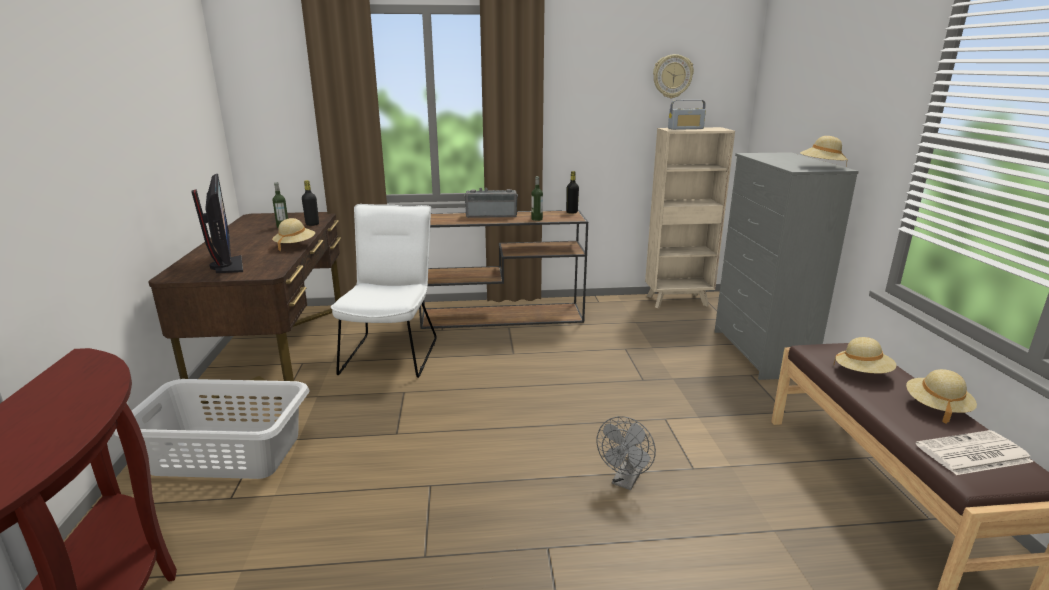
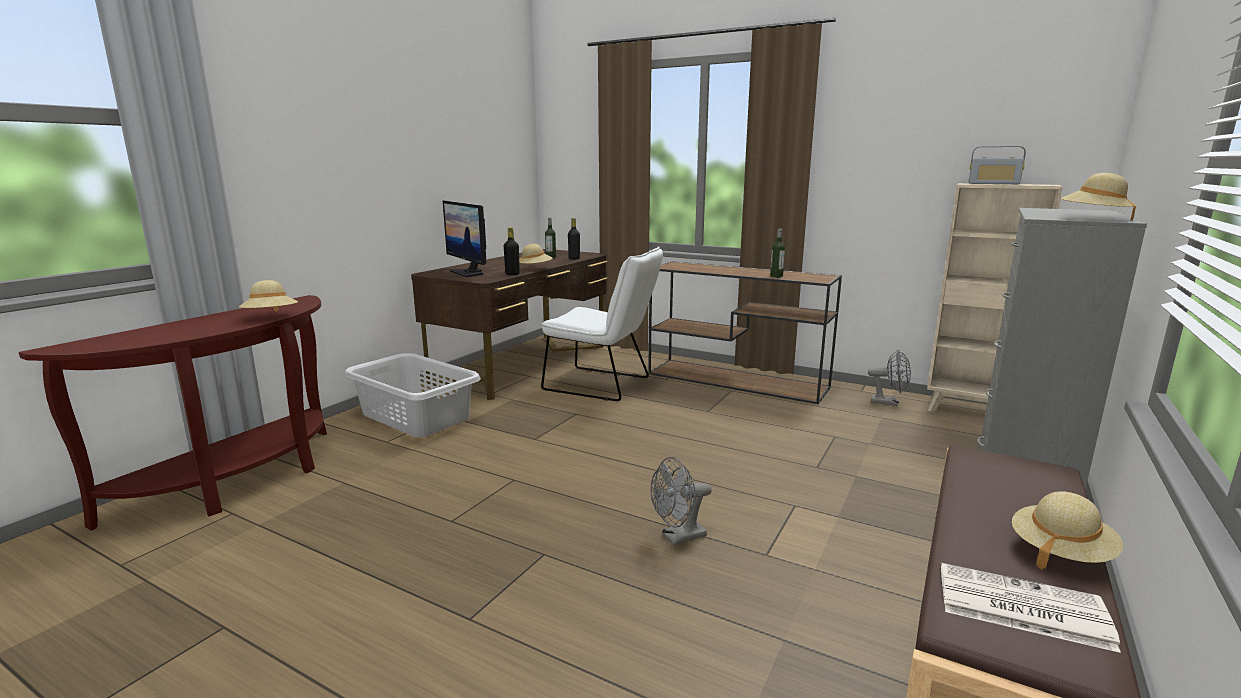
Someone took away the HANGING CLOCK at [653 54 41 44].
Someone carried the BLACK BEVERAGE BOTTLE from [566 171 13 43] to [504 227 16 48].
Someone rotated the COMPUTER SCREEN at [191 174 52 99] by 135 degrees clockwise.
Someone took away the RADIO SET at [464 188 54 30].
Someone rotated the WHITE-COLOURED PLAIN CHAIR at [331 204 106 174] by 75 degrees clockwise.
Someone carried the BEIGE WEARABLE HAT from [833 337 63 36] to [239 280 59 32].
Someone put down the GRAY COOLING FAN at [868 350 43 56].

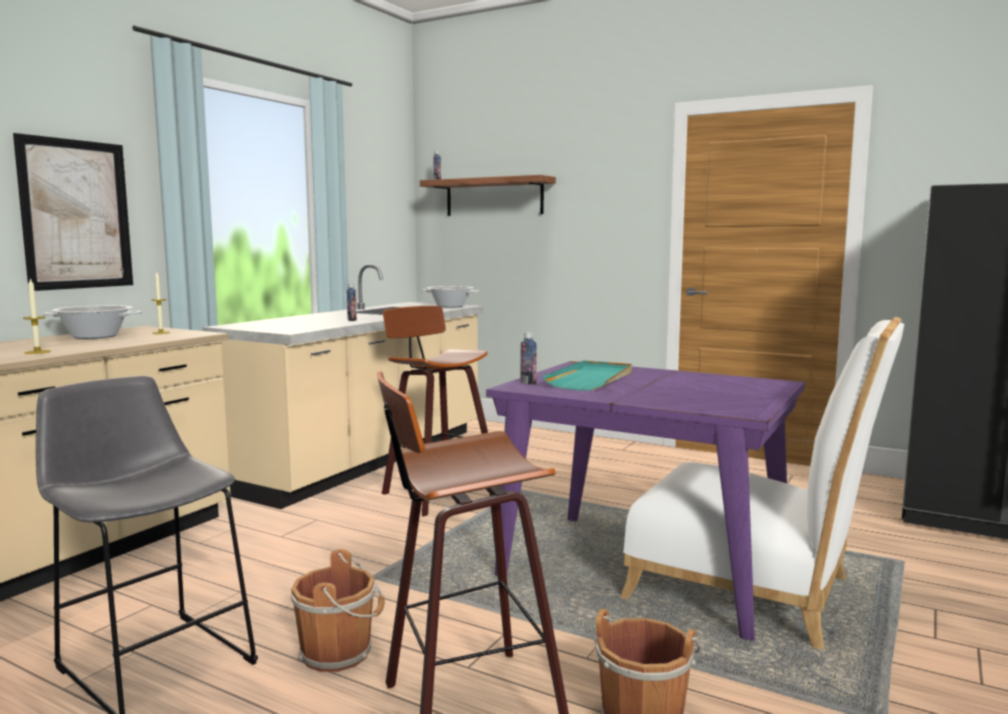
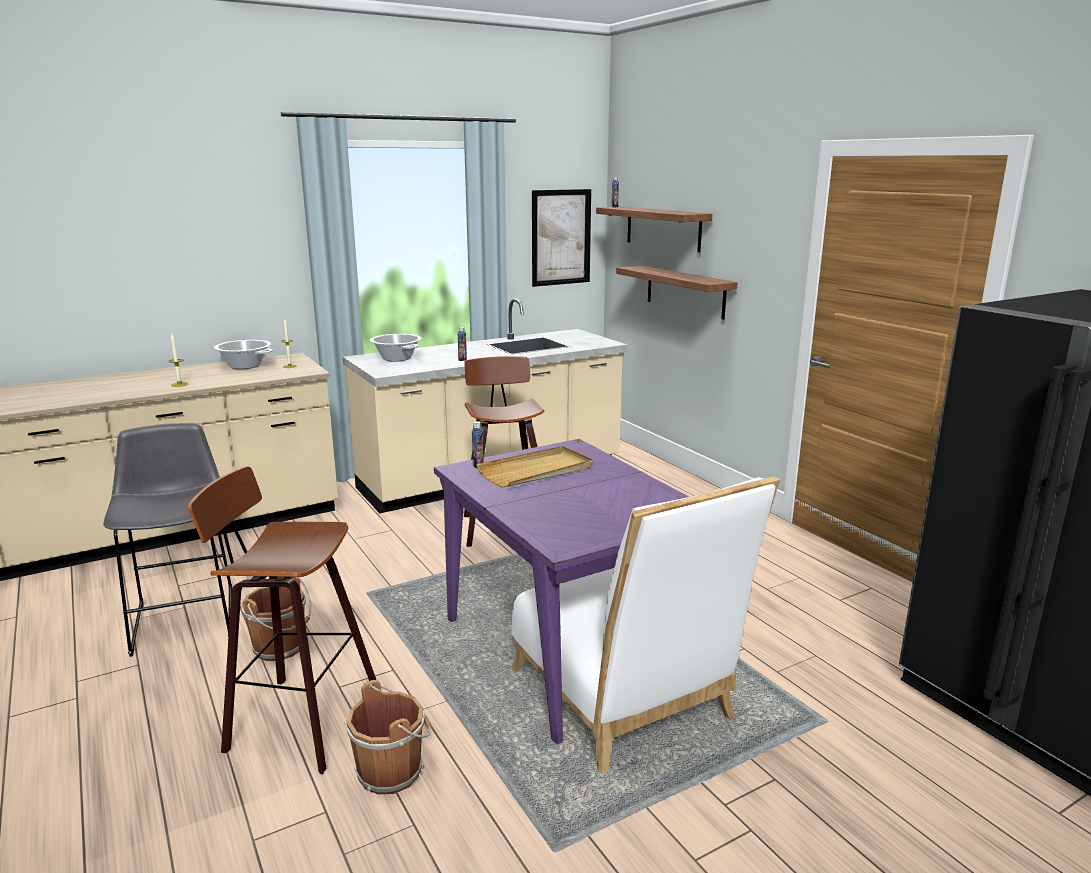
Someone carried the PICTURE from [13 133 120 158] to [532 189 59 98].
Someone carried the SAUCEPOT from [421 286 59 22] to [370 334 52 28].
Someone repainted the TURQUOISE CARRYING TRAY at [542 361 90 30], which became the BEIGE CARRYING TRAY at [476 446 117 42].
Someone put up the WALL SHELF at [616 265 121 55].

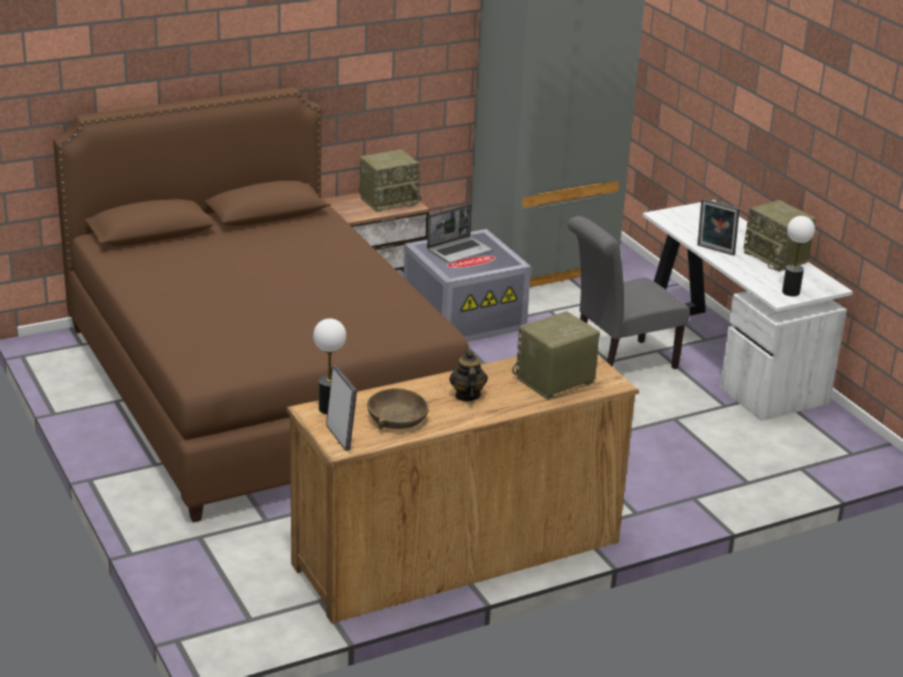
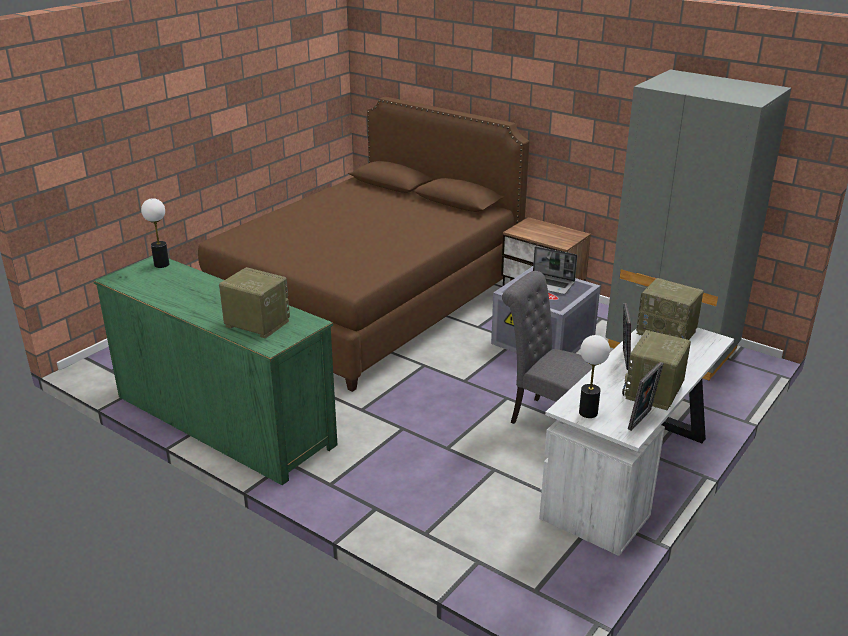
Someone carried the RADIO SET from [360 149 61 63] to [636 278 68 62].
Someone took away the TEA POT at [449 350 39 51].
Someone repainted the BROWNISH DRAWER CHEST at [287 355 352 268], which became the GREEN DRAWER CHEST at [93 256 244 229].
Someone carried the PICTURE FRAME from [326 365 31 86] to [628 362 36 69].
Someone took away the BROWNISH DEEP DISH at [367 388 62 41].

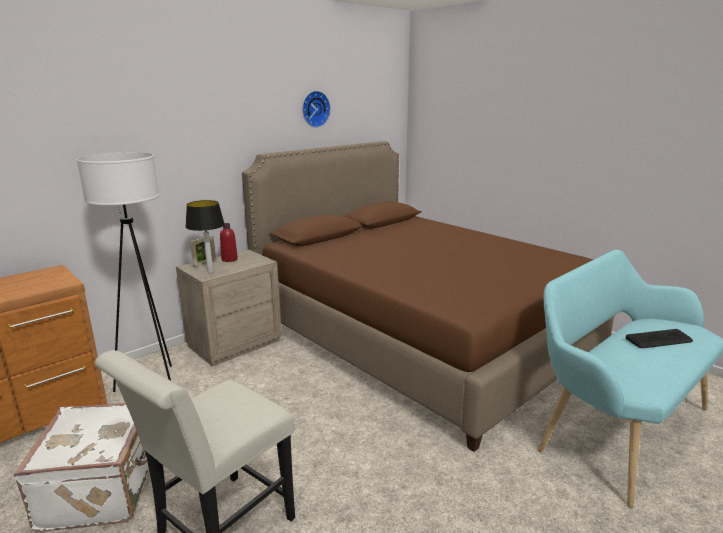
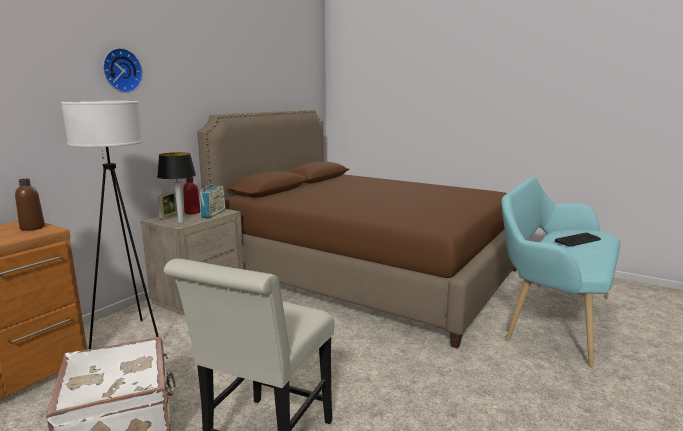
Someone carried the HANGING CLOCK from [302 91 29 37] to [103 48 40 45].
Someone put down the BROWNISH BEVERAGE BOTTLE at [15 179 30 52].
Someone put down the RADIO SET at [200 185 26 33].

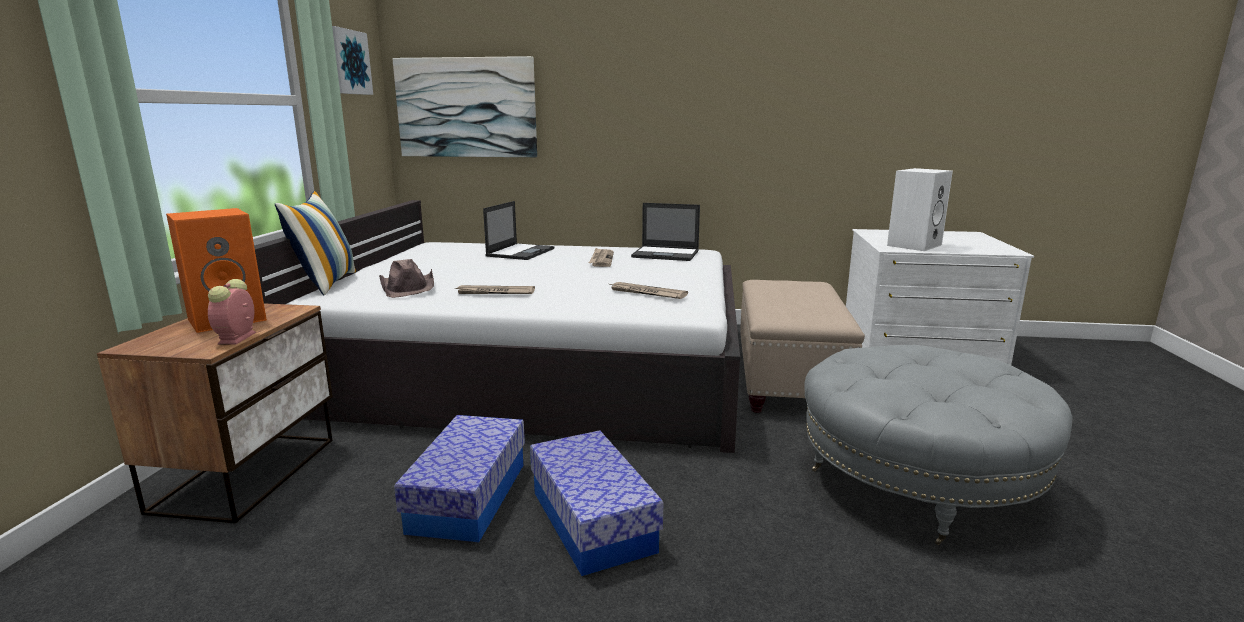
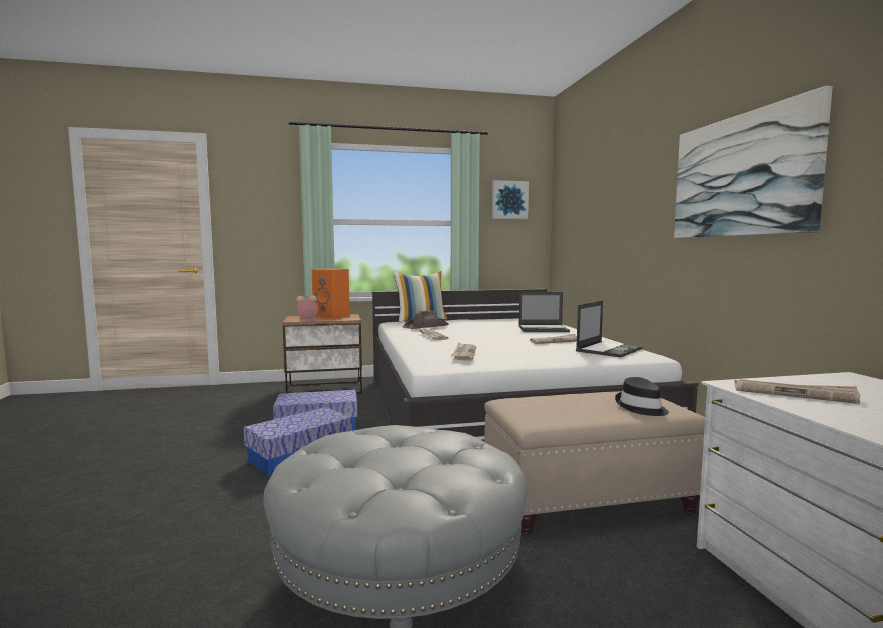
Someone carried the PICTURE from [392 56 145 101] to [674 86 159 152].
Someone swapped the WHITE-COLOURED SPEAKER at [887 168 66 83] for the DAILY PAPER at [735 379 126 25].
Someone rotated the PORTABLE COMPUTER at [631 203 69 58] by 135 degrees counterclockwise.
Someone put down the BLACK WEARABLE HAT at [615 377 54 39].

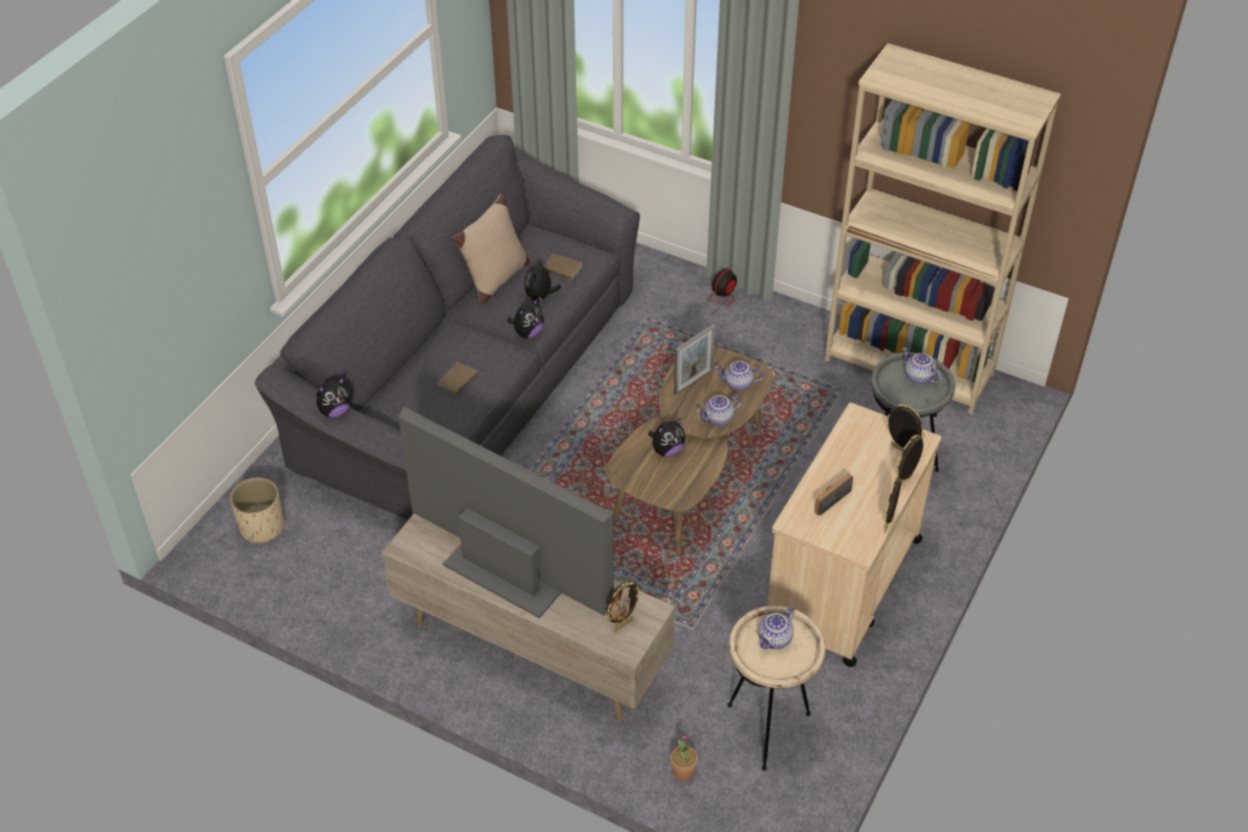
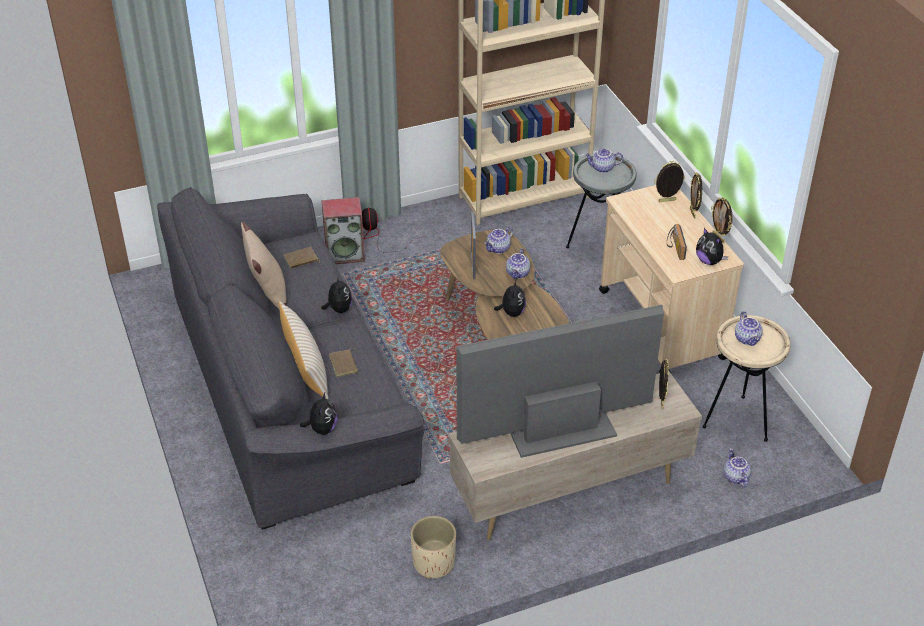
Someone carried the PLUSH TOY from [524 259 37 44] to [696 228 32 37].
Someone carried the BEIGE PLANT POT from [230 477 54 67] to [411 516 45 63].
Someone swapped the PLANT IN A POT at [670 733 27 48] for the TEA POT at [724 448 27 39].
Someone put down the SPEAKER at [321 197 44 67].
Someone put down the BEIGE THROW PILLOW at [279 301 50 99].

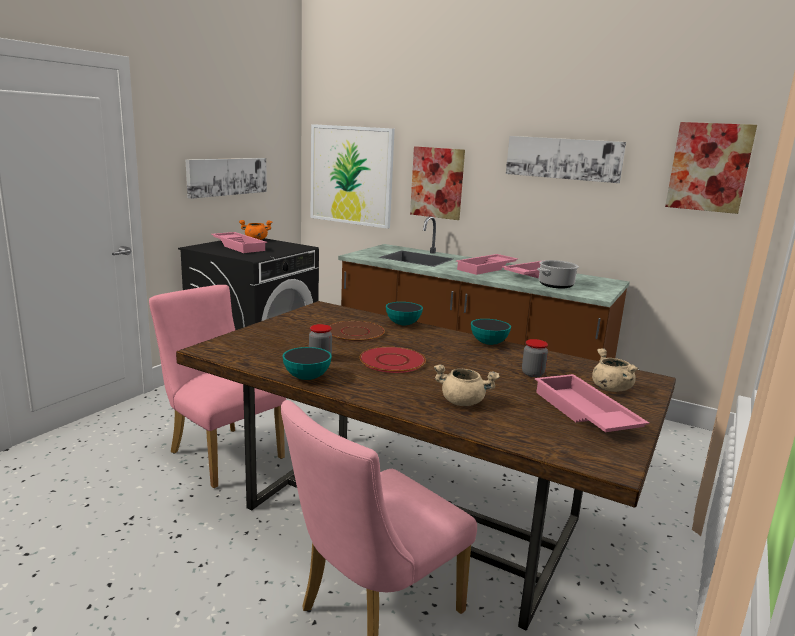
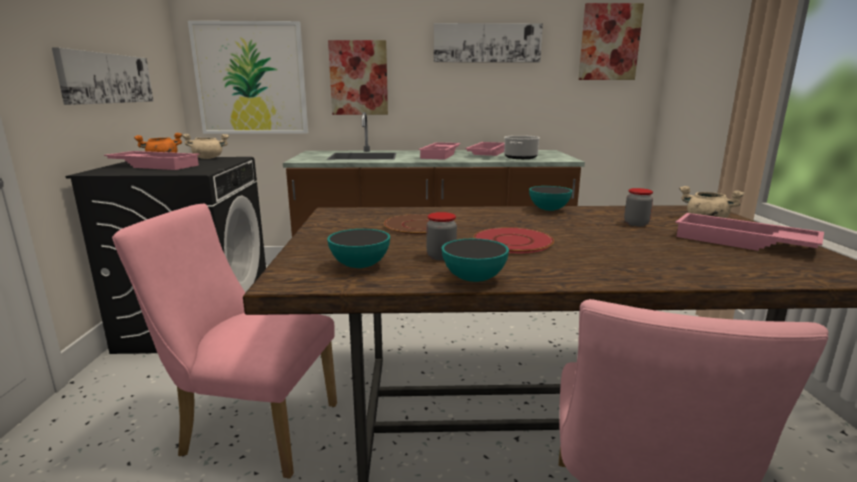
Someone carried the DEEP DISH from [386 302 37 24] to [327 229 63 39].
Someone carried the BEIGE SAUCEPOT from [434 364 66 42] to [182 134 47 25].

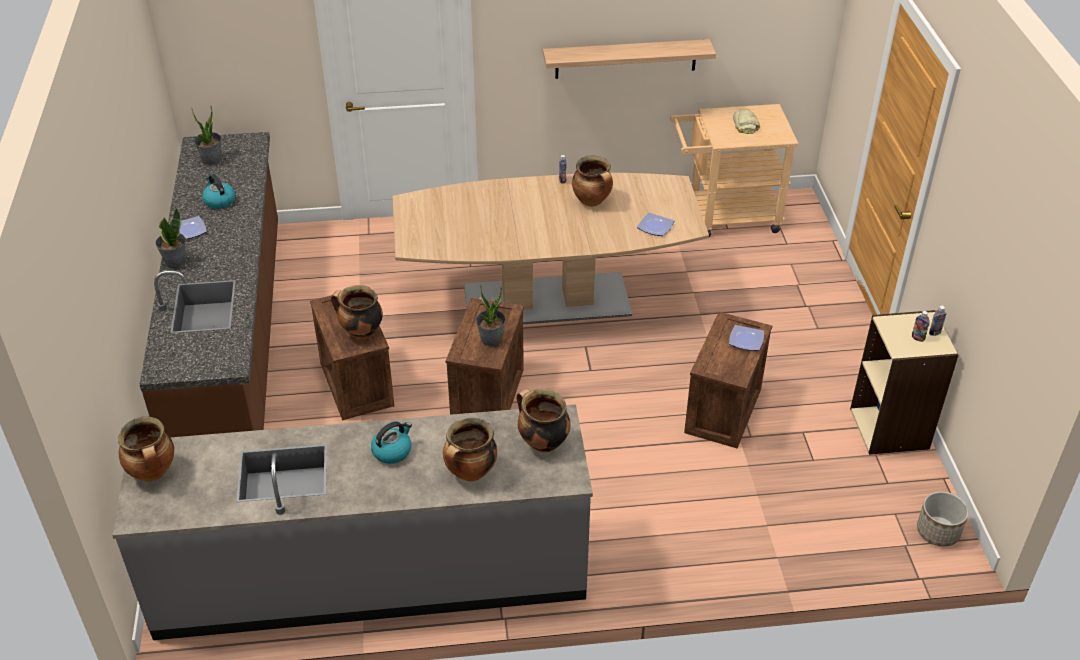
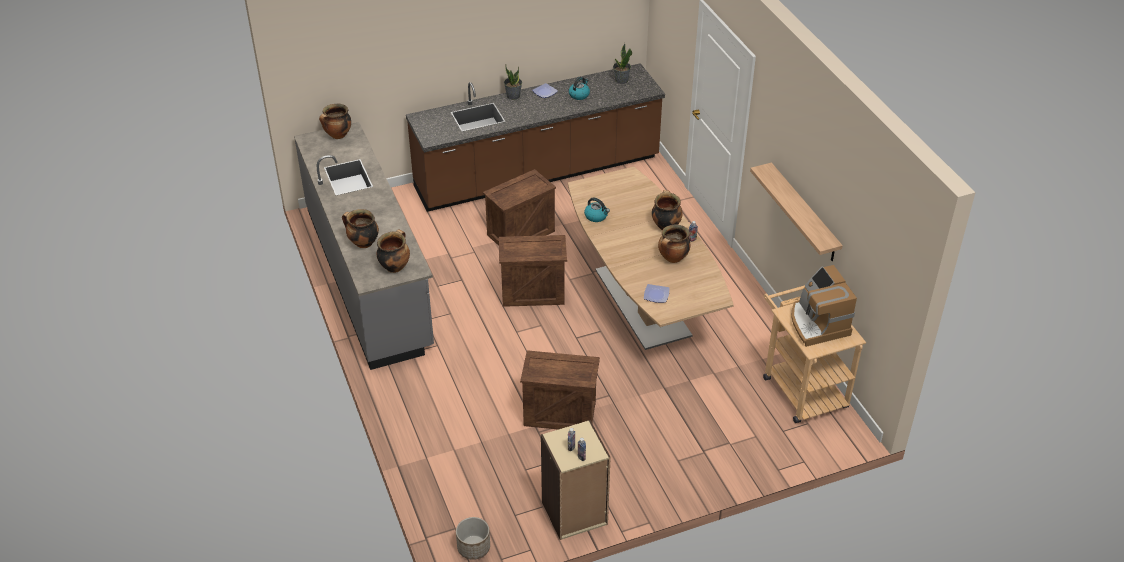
Someone swapped the BAKERY BREAD at [733 108 27 26] for the COFFEE MAKER at [792 265 65 82].
Someone took away the PLANT IN A POT at [476 284 30 62].
Someone carried the SAUCEPOT from [331 285 52 54] to [652 190 30 40].
Someone took away the FLAT DISH at [729 325 35 26].
Someone carried the KETTLE from [371 421 41 43] to [584 198 26 24].

